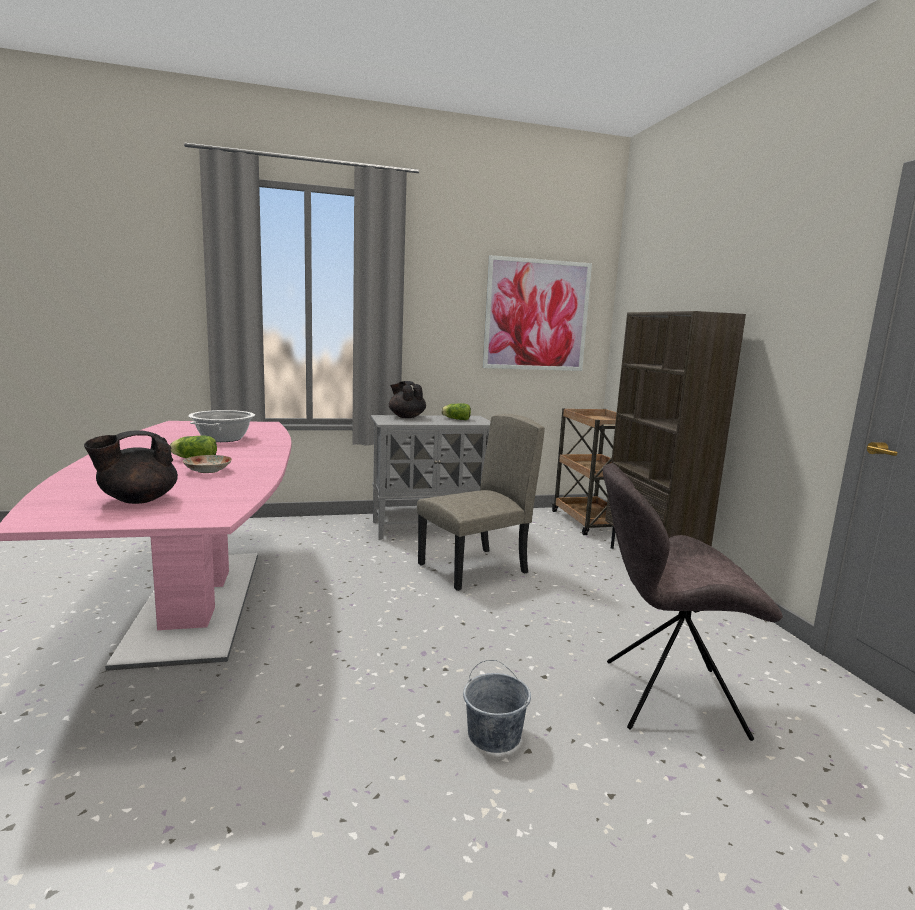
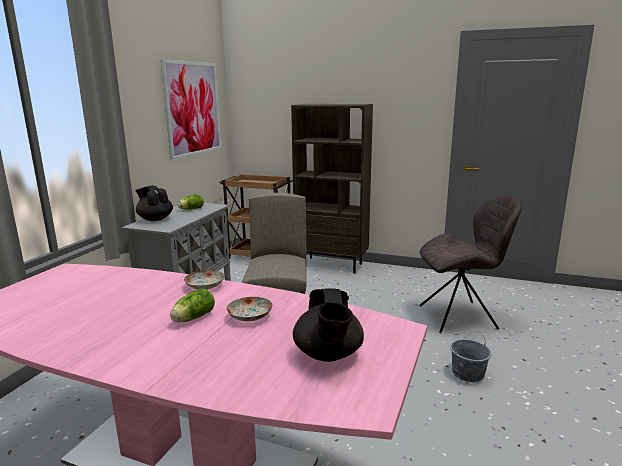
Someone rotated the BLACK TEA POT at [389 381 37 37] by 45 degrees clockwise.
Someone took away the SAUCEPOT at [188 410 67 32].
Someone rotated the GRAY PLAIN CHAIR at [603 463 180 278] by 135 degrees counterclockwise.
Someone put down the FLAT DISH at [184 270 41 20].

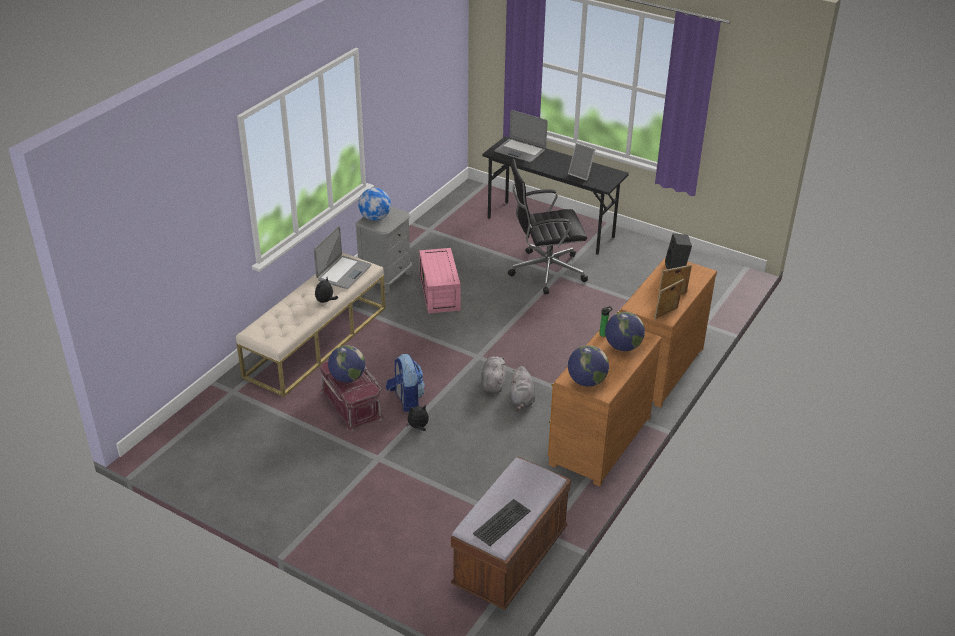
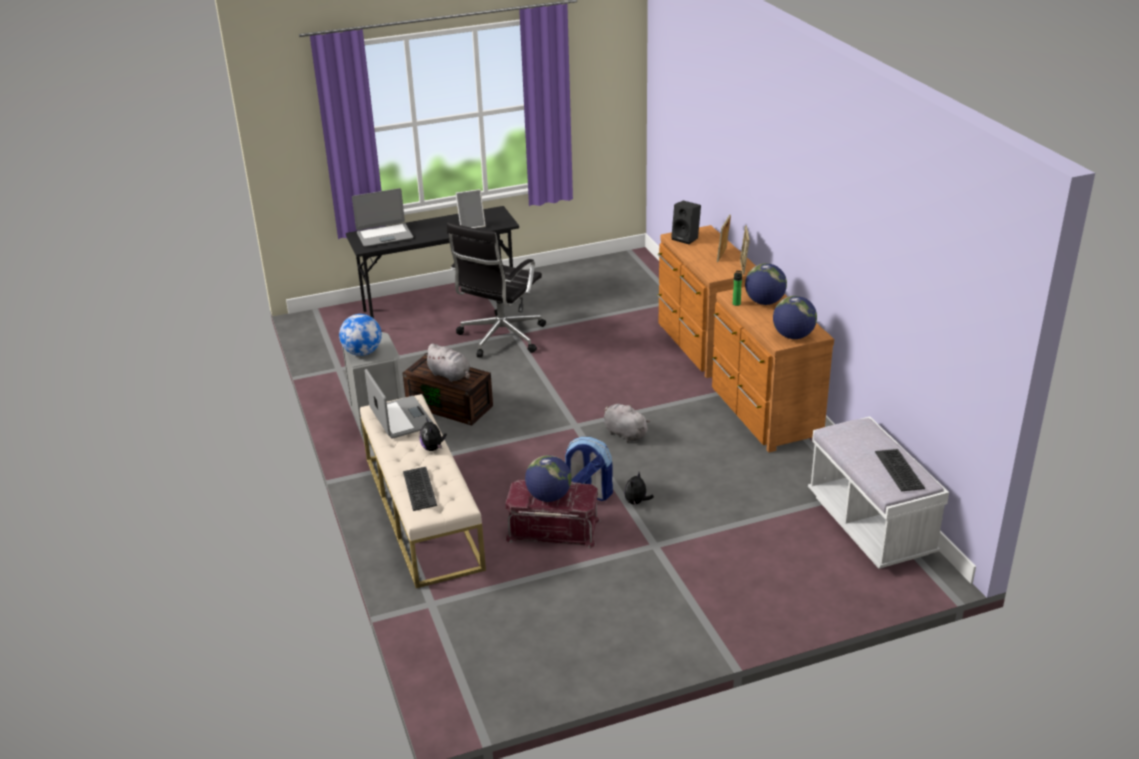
Someone repainted the PINKISH STORAGE BOX at [419 248 41 65], which became the BROWNISH STORAGE BOX at [403 355 90 71].
Someone carried the GRAY PLUSH TOY from [511 366 24 45] to [424 343 46 39].
Someone repainted the BROWNISH BENCH at [451 457 120 153], which became the WHITE-COLOURED BENCH at [808 416 141 153].
Someone put down the PC KEYBOARD at [403 467 34 44].

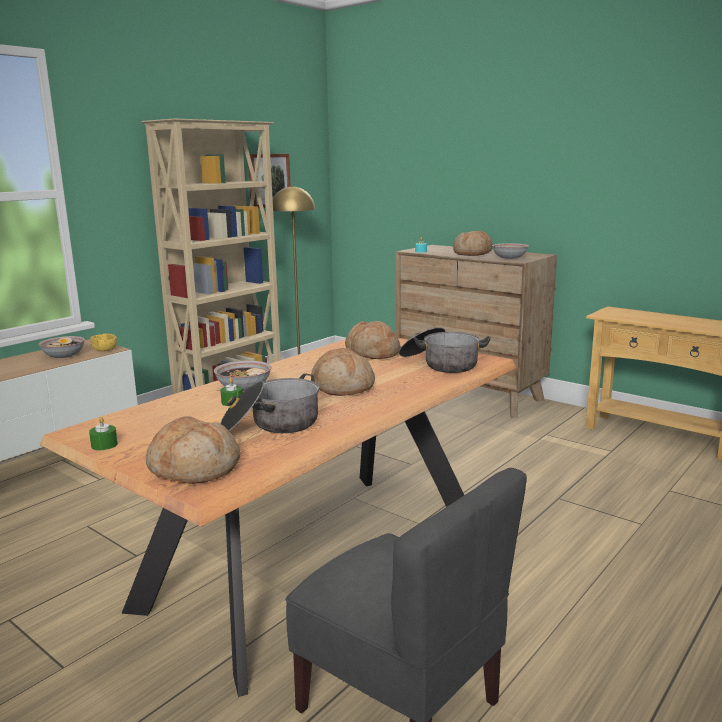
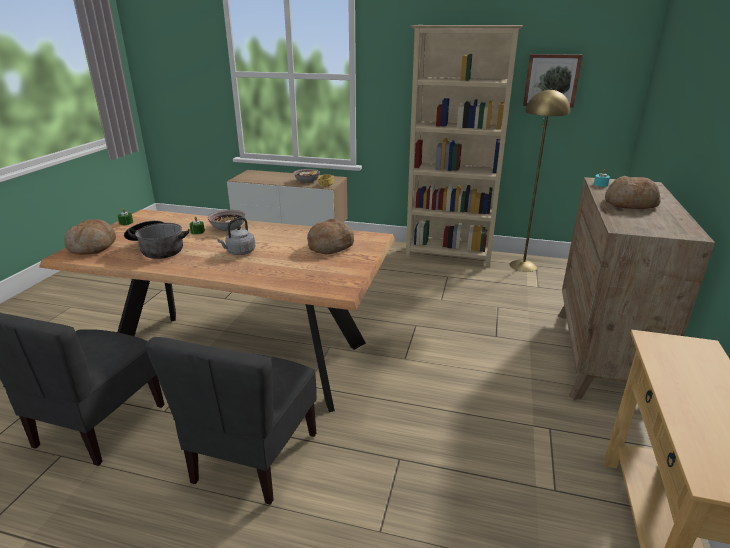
Someone took away the DEEP DISH at [492 243 37 16].
Someone took away the SAUCEPOT at [399 327 92 46].
Someone swapped the BAKERY BREAD at [311 348 64 48] for the GRAY KETTLE at [217 217 38 38].
Someone put down the GRAY PLAIN CHAIR at [146 337 171 168].

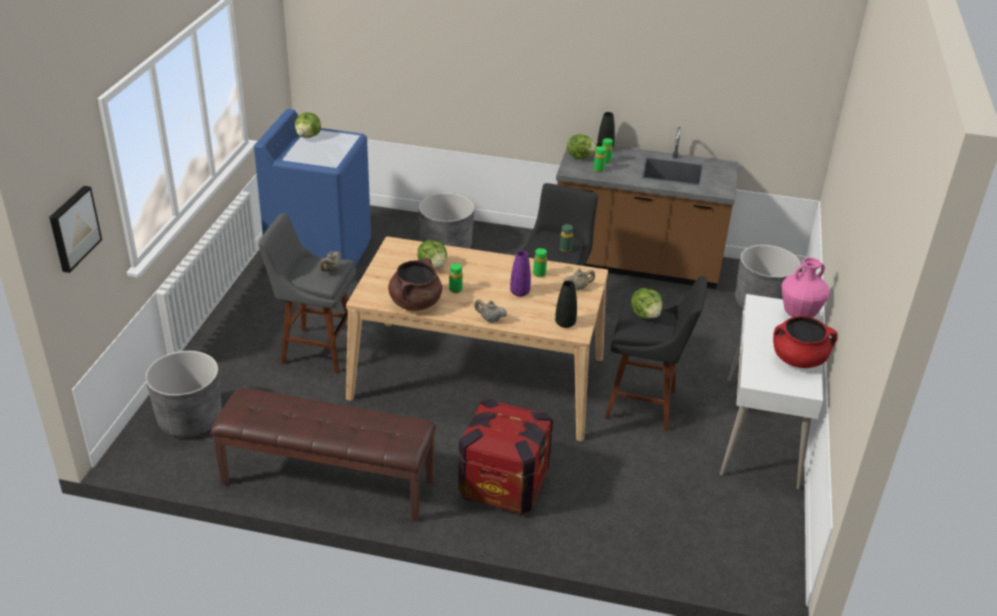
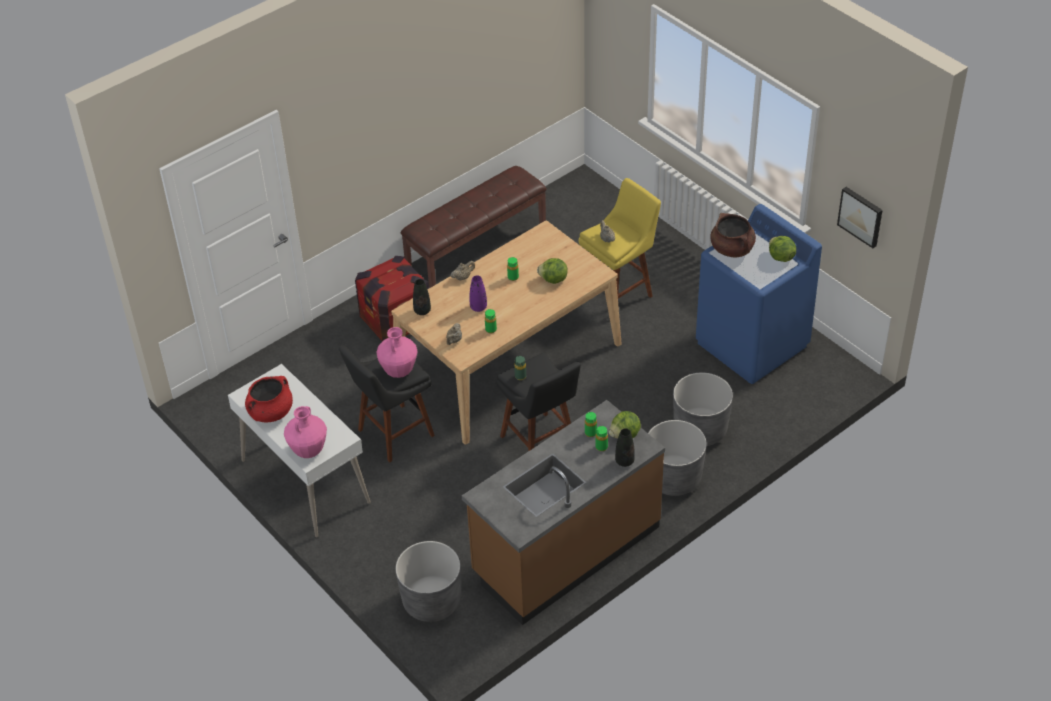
Someone carried the PICTURE from [49 186 53 87] to [837 187 46 61].
Someone repainted the GRAY SITTING STOOL at [258 213 98 161], which became the YELLOWISH SITTING STOOL at [578 178 83 120].
Someone carried the BROWNISH SAUCEPOT from [388 258 54 53] to [710 213 46 45].
Someone swapped the LETTUCE HEAD at [631 288 32 31] for the PINKISH VASE at [376 327 42 51].
Someone carried the GRAY PLANT POT from [145 351 77 86] to [648 420 59 76].

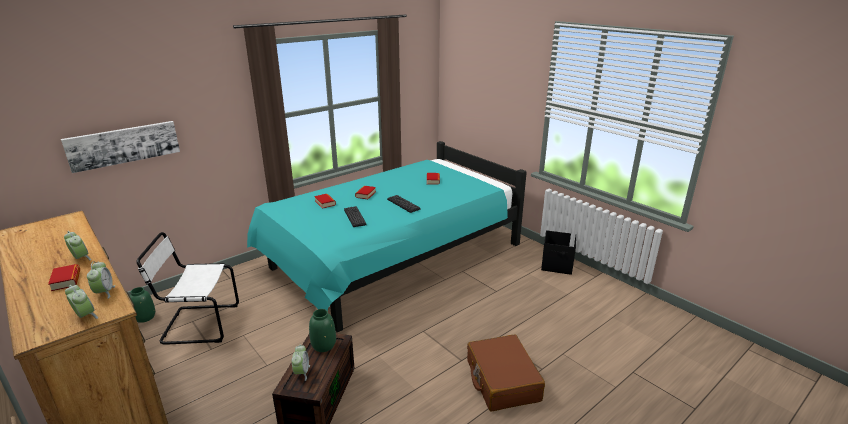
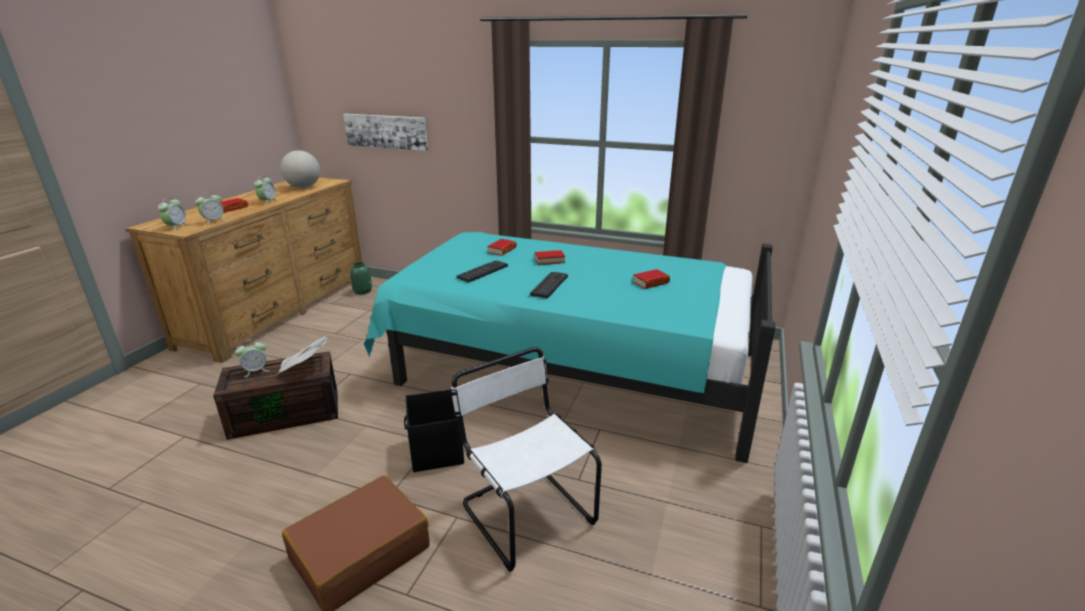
Someone carried the BLACK STORAGE BOX from [541 230 35 45] to [404 389 60 83].
Someone carried the WHITE-COLOURED PLAIN CHAIR from [137 232 102 113] to [450 347 152 225].
Someone swapped the GREEN VASE at [309 309 27 43] for the DAILY PAPER at [277 335 50 39].
Someone put down the GLOBE at [280 150 40 38].

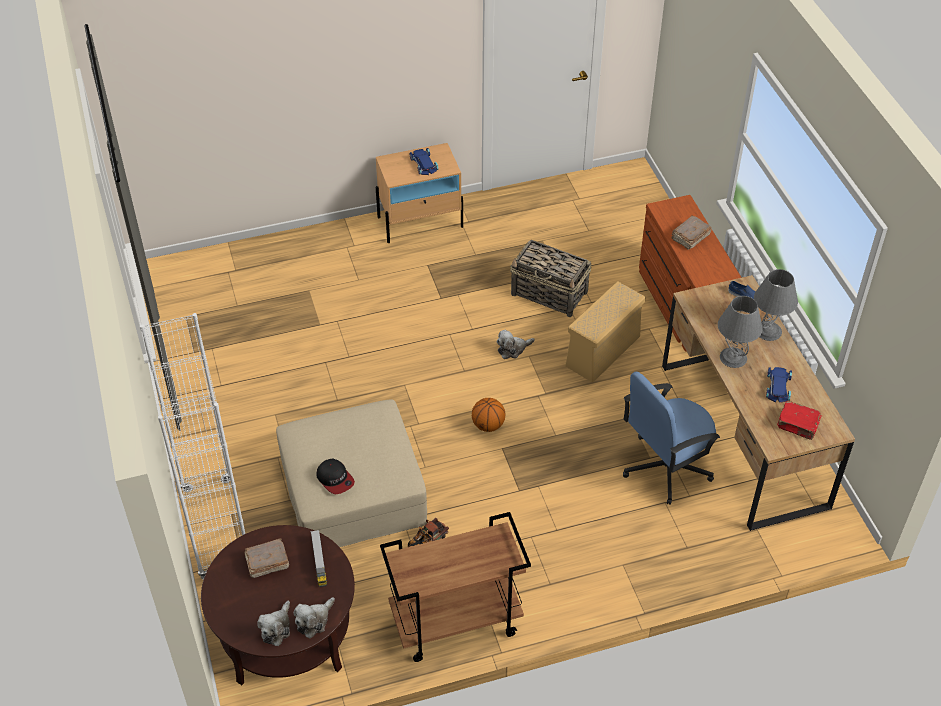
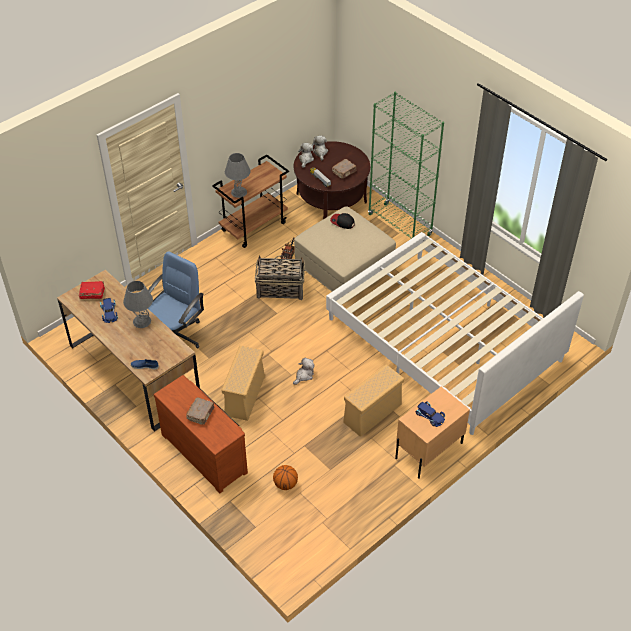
Someone carried the STORAGE BASKET from [510 240 82 77] to [255 255 50 45].
Someone carried the GRAY TABLETOP LAMP from [754 269 44 72] to [225 153 26 45].
Someone repainted the WHITE-COLOURED BOOKSHELF at [140 313 105 267], which became the GREEN BOOKSHELF at [368 92 76 146].
Someone carried the BALL FOR BASKETBALL from [472 398 33 34] to [273 465 25 25].
Someone put down the WHITE-COLOURED BED at [326 232 258 203].
Someone put down the BEIGE STORAGE BOX at [343 364 61 73].

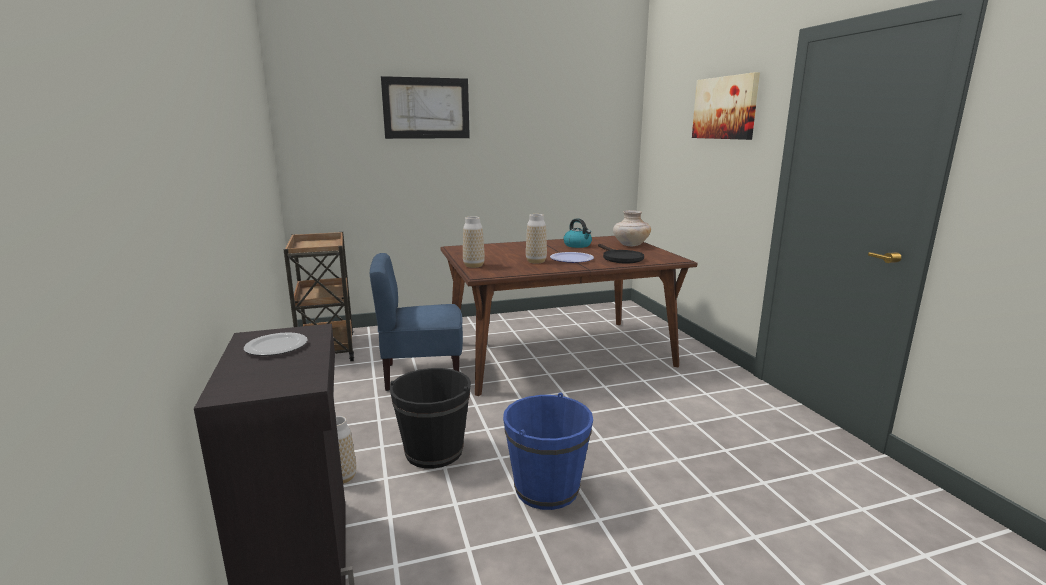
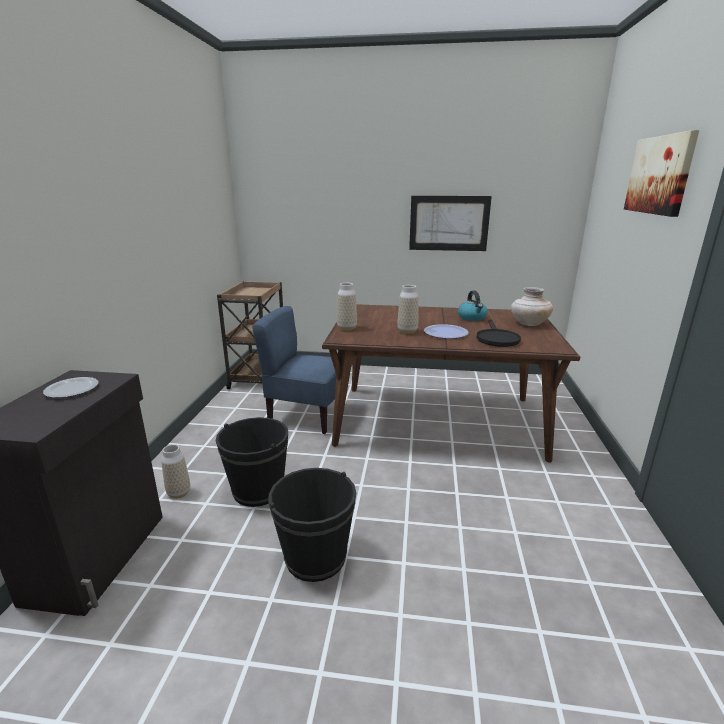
Someone carried the PICTURE from [381 76 89 63] to [409 196 83 55].
Someone repainted the BLUE WATER BUCKET at [503 392 90 118], which became the BLACK WATER BUCKET at [268 468 88 114].

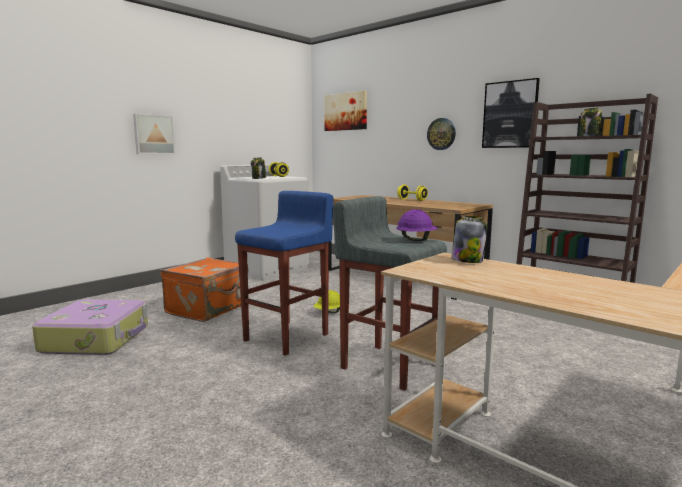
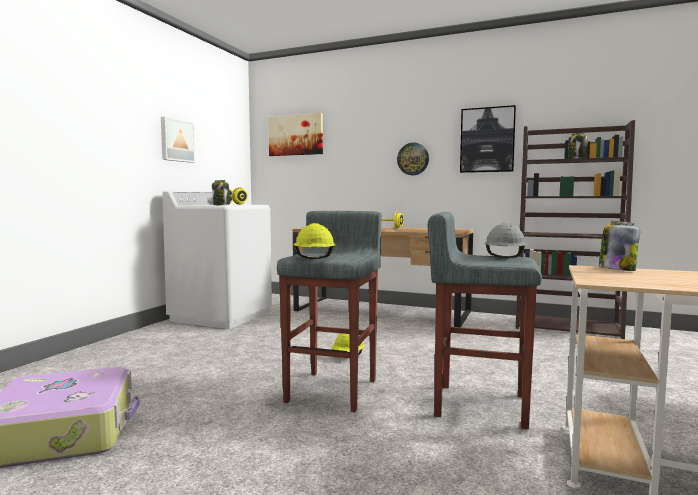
Someone carried the PICTURE from [133 114 43 40] to [161 117 34 46].
Someone repainted the BLUE SITTING STOOL at [235 191 99 165], which became the GRAY SITTING STOOL at [277 211 105 201].
Someone repainted the PURPLISH SAFETY HELMET at [396 209 42 32], which became the GRAY SAFETY HELMET at [484 223 44 35].
Someone took away the ORANGEY PIECE OF LUGGAGE at [160 257 89 65].
Someone put down the YELLOWISH SAFETY HELMET at [293 223 43 36].

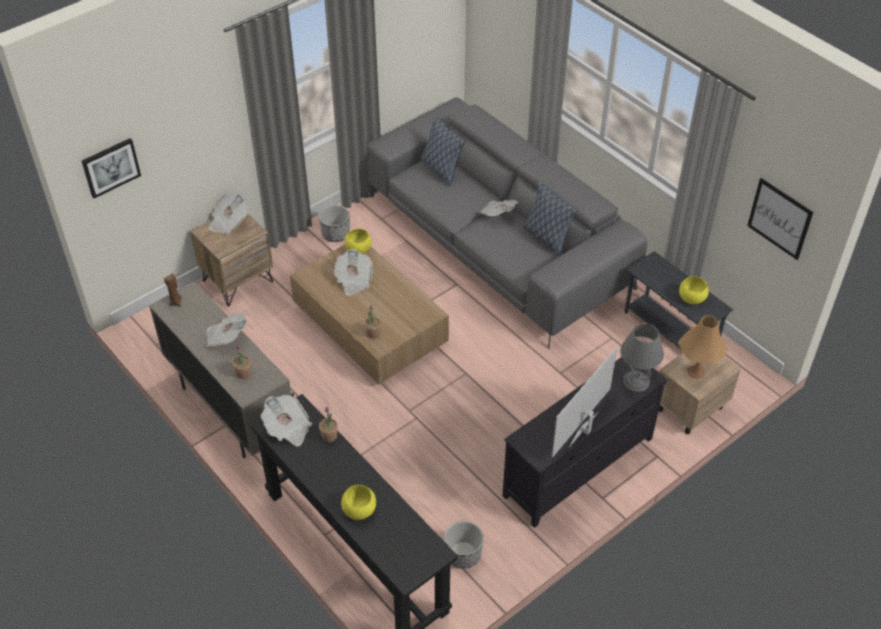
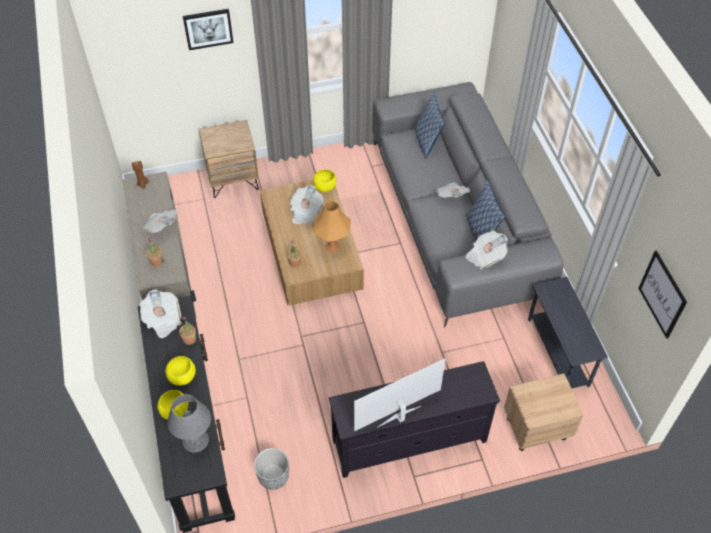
Someone carried the PICTURE from [82 138 59 60] to [183 9 51 41].
Someone carried the DAILY PAPER from [209 194 39 41] to [465 231 43 39].
Someone took away the PLANT POT at [319 205 31 37].
Someone carried the YELLOWISH DEEP DISH from [679 276 30 28] to [165 356 31 30].
Someone carried the ORANGEY TABLETOP LAMP from [678 315 51 64] to [312 201 39 51].
Someone carried the GRAY TABLETOP LAMP from [620 323 44 69] to [167 394 44 59].

